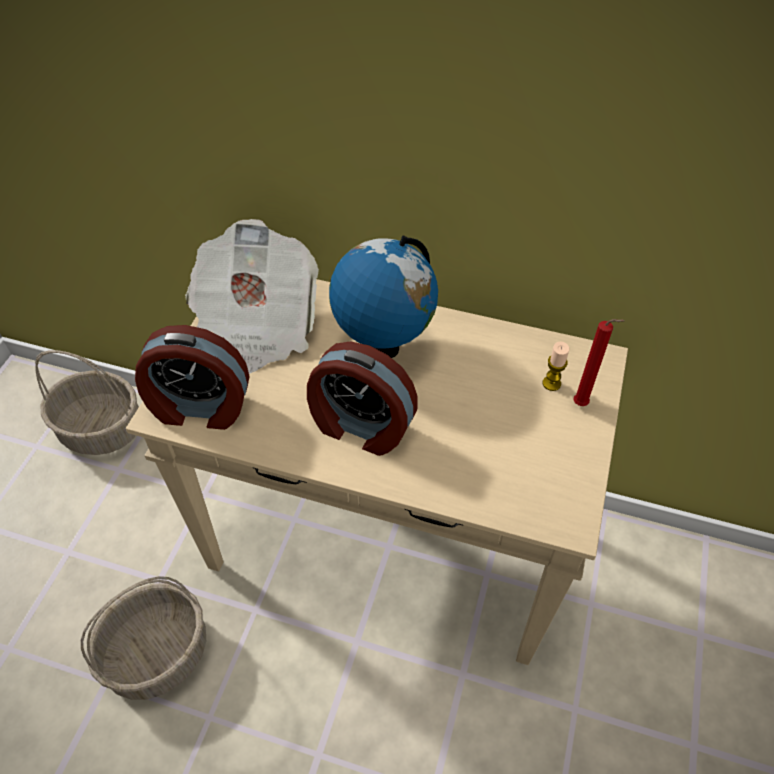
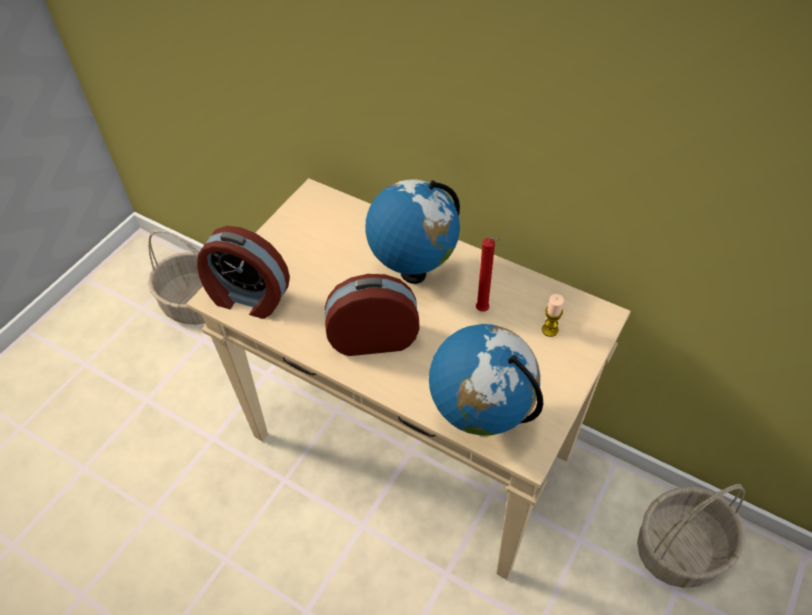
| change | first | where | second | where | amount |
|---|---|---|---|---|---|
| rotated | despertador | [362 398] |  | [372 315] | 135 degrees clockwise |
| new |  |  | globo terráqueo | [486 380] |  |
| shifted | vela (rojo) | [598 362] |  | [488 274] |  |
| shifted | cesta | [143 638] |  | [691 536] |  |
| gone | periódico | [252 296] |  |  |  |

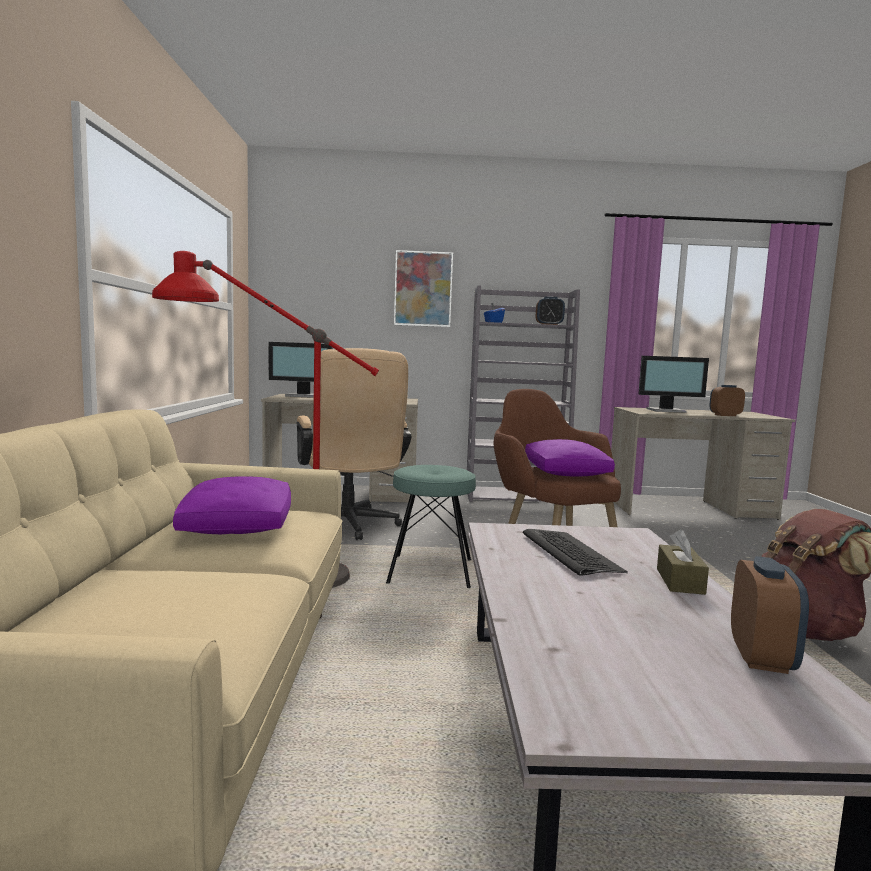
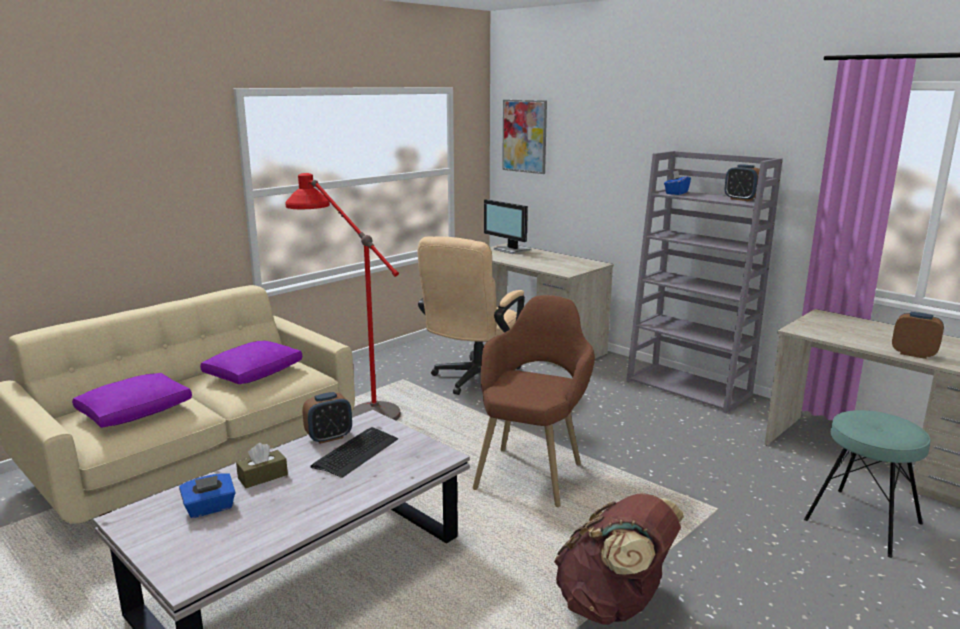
| change | first | where | second | where | amount |
|---|---|---|---|---|---|
| shifted | cojín (morado) | [570 457] |  | [132 400] |  |
| new |  |  | caja de pañuelos (azul) | [207 495] |  |
| shifted | caja de pañuelos (marrón) | [683 562] |  | [262 465] |  |
| shifted | despertador | [770 615] |  | [327 418] |  |
| shifted | cuadro | [423 288] |  | [524 137] |  |
| shifted | taburete (turquesa) | [431 526] |  | [867 484] |  |
| gone | monitor | [673 384] |  |  |  |

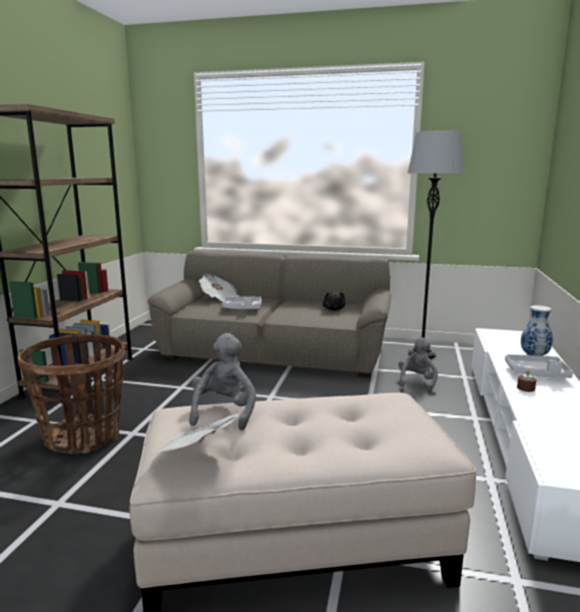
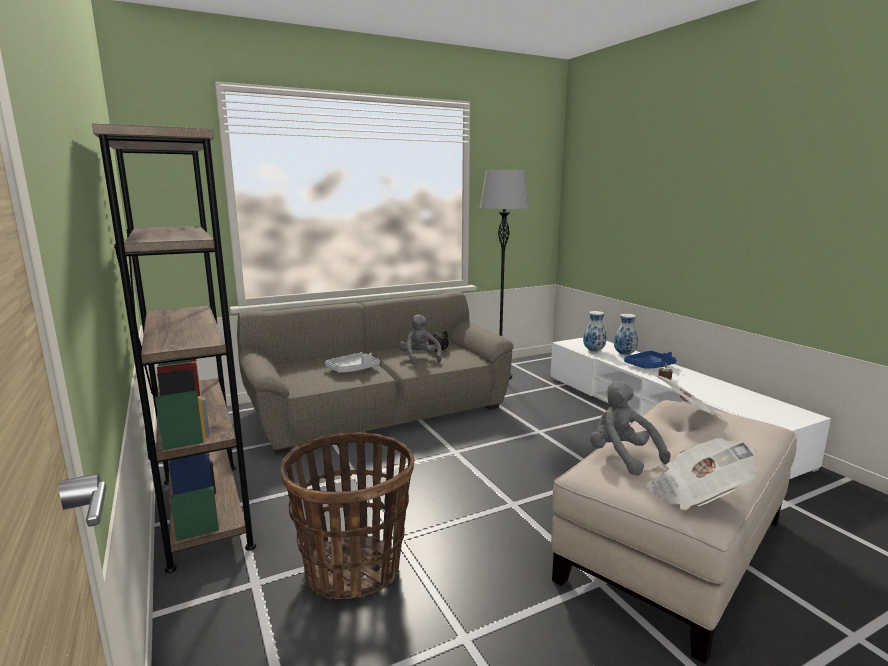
| change | first | where | second | where | amount |
|---|---|---|---|---|---|
| shifted | peluche (gris) | [418 364] |  | [420 339] |  |
| new |  |  | florero | [595 331] |  |
| repainted | bandeja (gris) | [539 366] | bandeja (azul) | [650 359] |  |
| shifted | periódico | [219 288] |  | [690 397] |  |

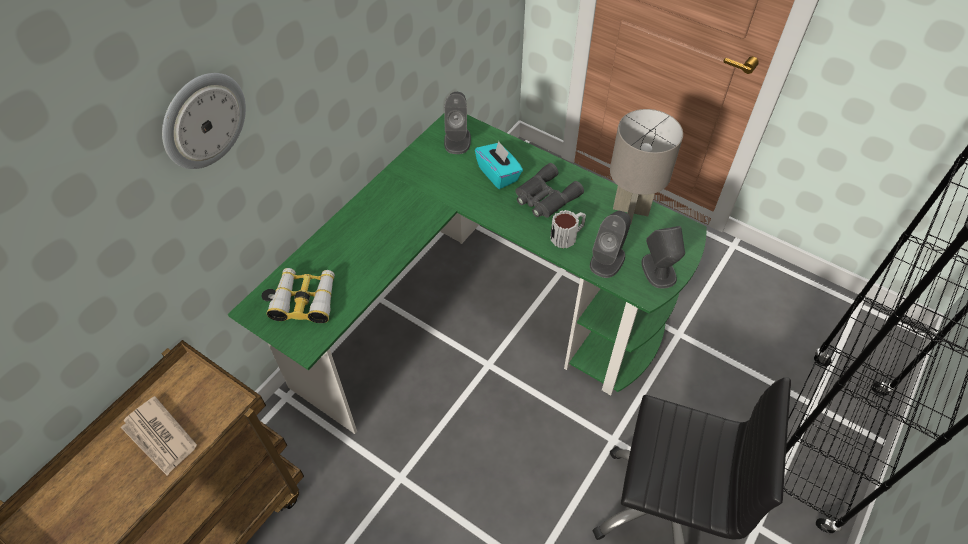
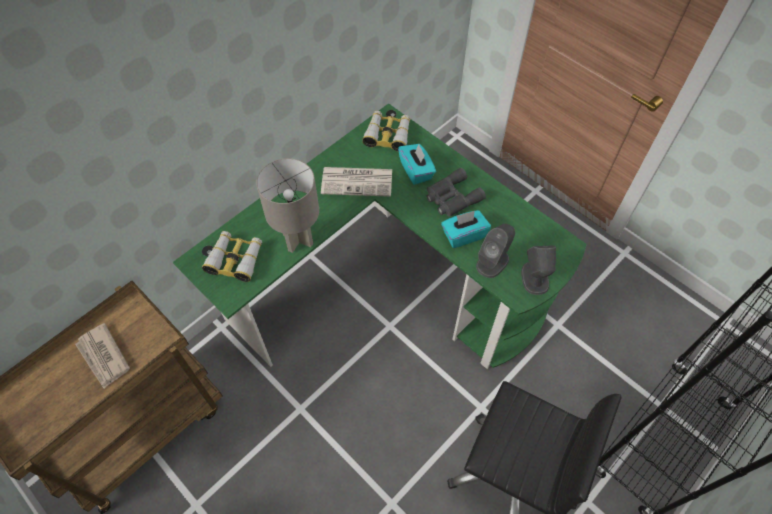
| change | first | where | second | where | amount |
|---|---|---|---|---|---|
| shifted | lámpara de mesa (gris) | [646 166] |  | [287 205] |  |
| new |  |  | periódico | [356 182] |  |
| swapped | altavoz (gris) | [457 123] | prismáticos | [386 131] |  |
| swapped | taza grande | [568 229] | caja de pañuelos (turquesa) | [466 229] |  |
| gone | reloj de pared | [204 121] |  |  |  |

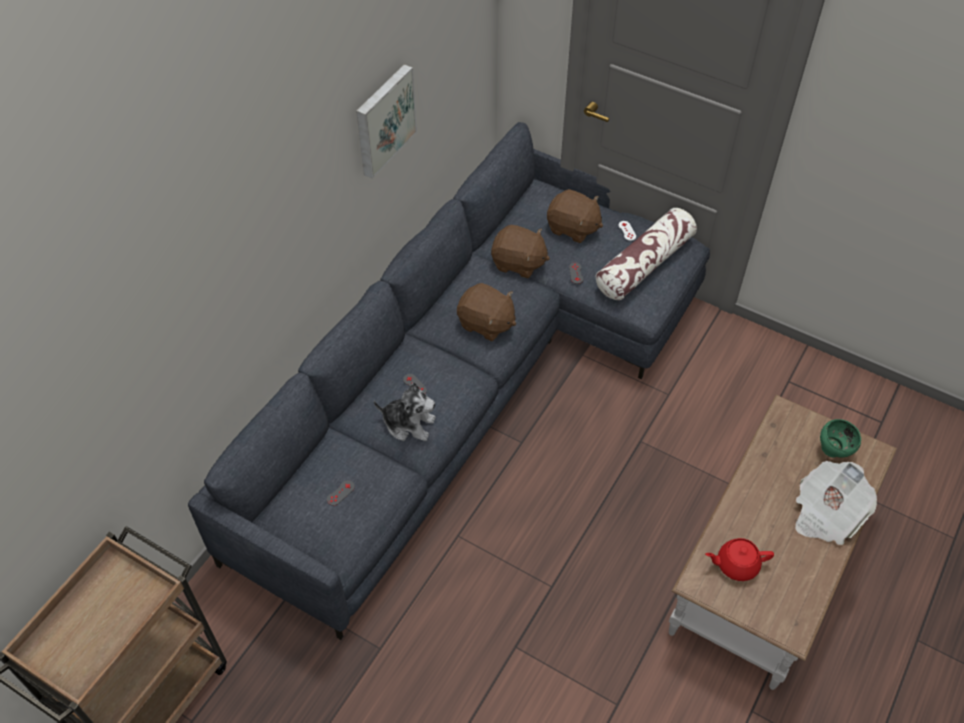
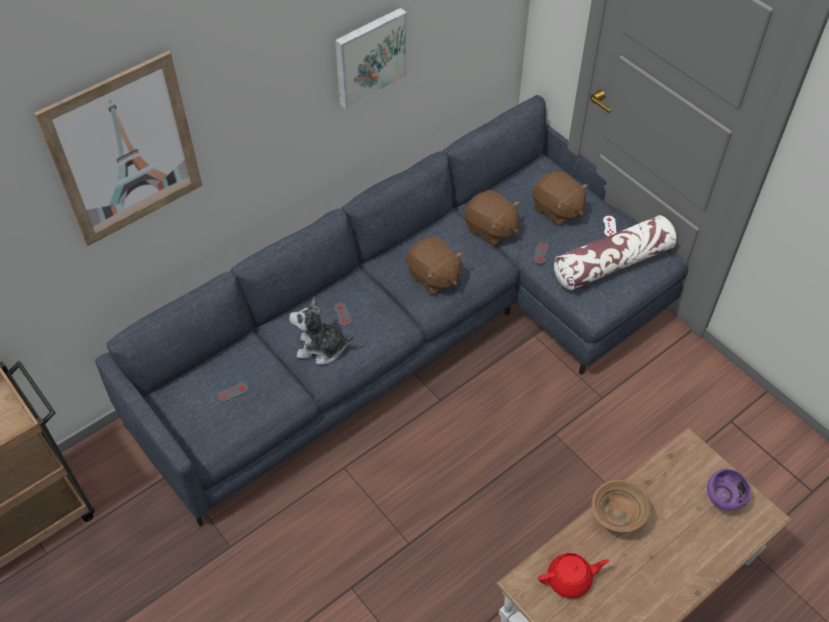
| change | first | where | second | where | amount |
|---|---|---|---|---|---|
| new |  |  | cuadro | [118 148] |  |
| rotated | peluche | [405 412] |  | [321 331] | 150 degrees clockwise |
| rotated | tetera (rojo) | [739 559] |  | [573 575] | 150 degrees clockwise |
| new |  |  | cuenco (marrón) | [621 506] |  |
| repainted | cuenco (verde) | [840 438] | cuenco (morado) | [729 490] |  |
| gone | periódico | [836 503] |  |  |  |

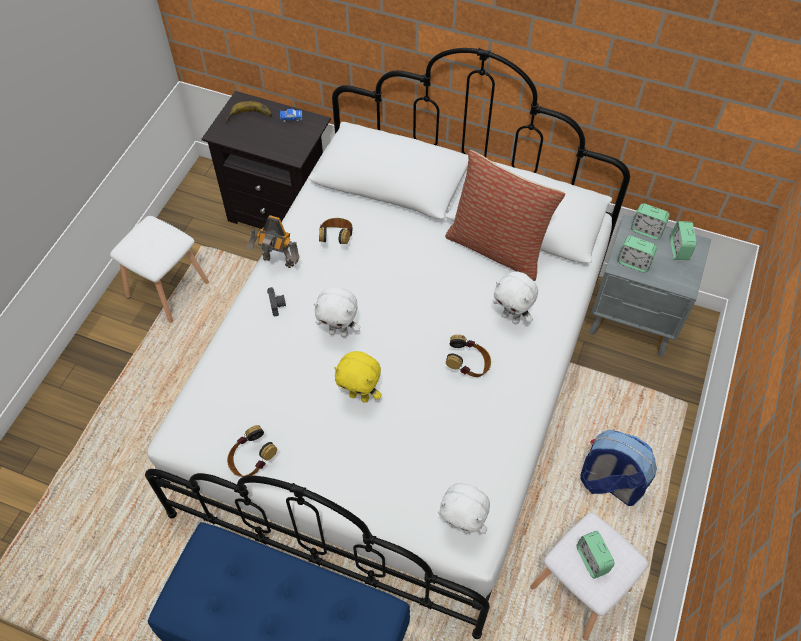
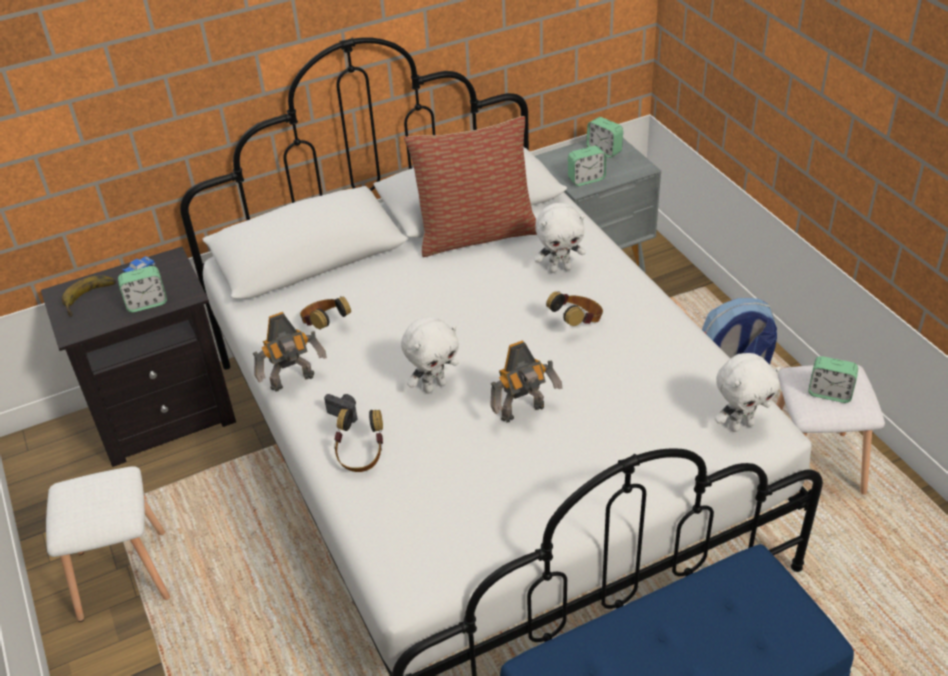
| change | first | where | second | where | amount |
|---|---|---|---|---|---|
| shifted | despertador | [650 221] |  | [142 289] |  |
| shifted | auriculares | [252 451] |  | [358 440] |  |
| swapped | peluche (amarillo) | [358 377] | robot de juguete | [526 381] |  |

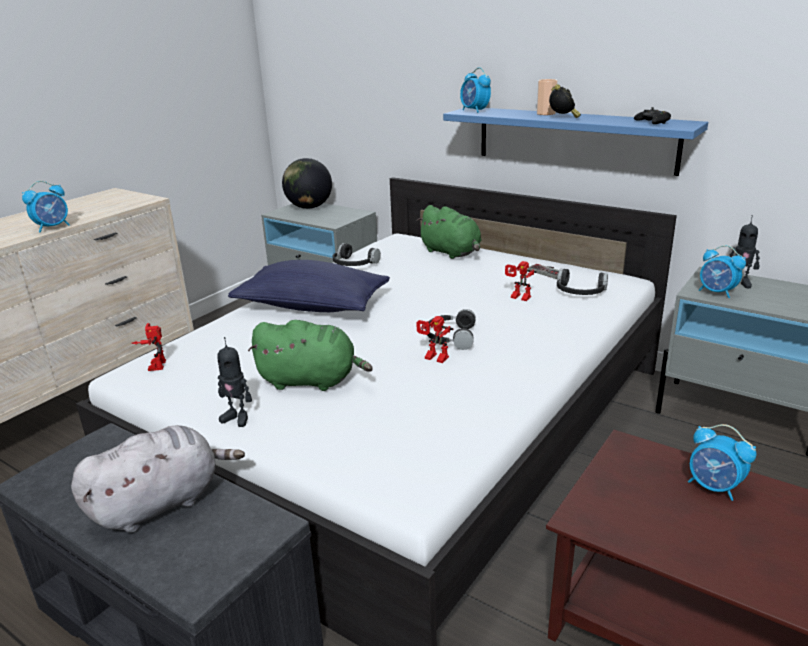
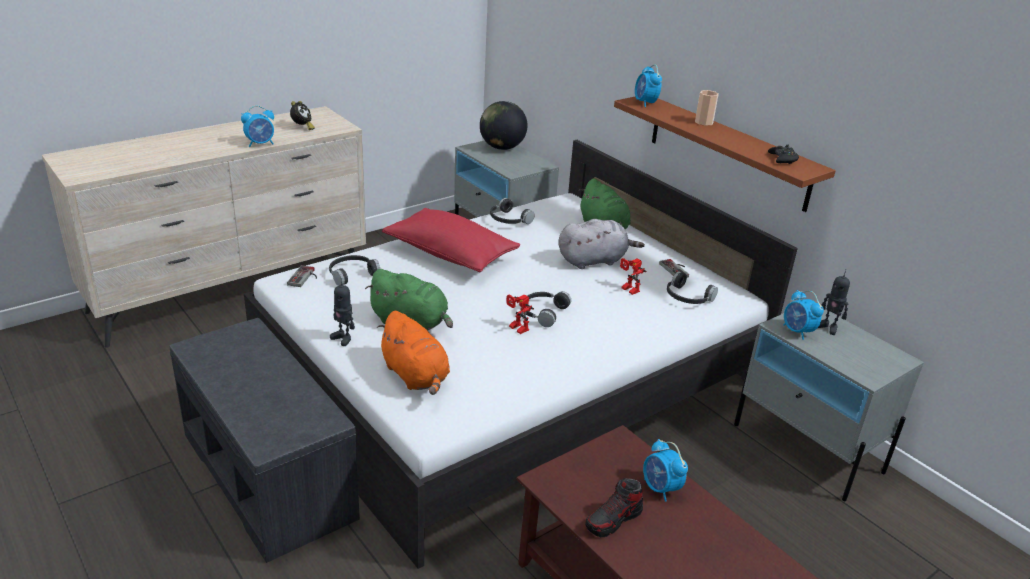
| change | first | where | second | where | amount |
|---|---|---|---|---|---|
| swapped | robot de juguete | [149 347] | mando de consola | [302 276] |  |
| shifted | despertador | [565 101] |  | [302 115] |  |
| new |  |  | auriculares (negro) | [354 270] |  |
| new |  |  | peluche (naranja) | [413 353] |  |
| repainted | cojín (azul) | [309 286] | cojín (rojo) | [451 240] |  |
| shifted | peluche (gris) | [158 479] |  | [602 244] |  |
| new |  |  | zapato | [614 507] |  |
| repainted | estante (azul) | [575 141] | estante (marrón) | [725 154] |  |

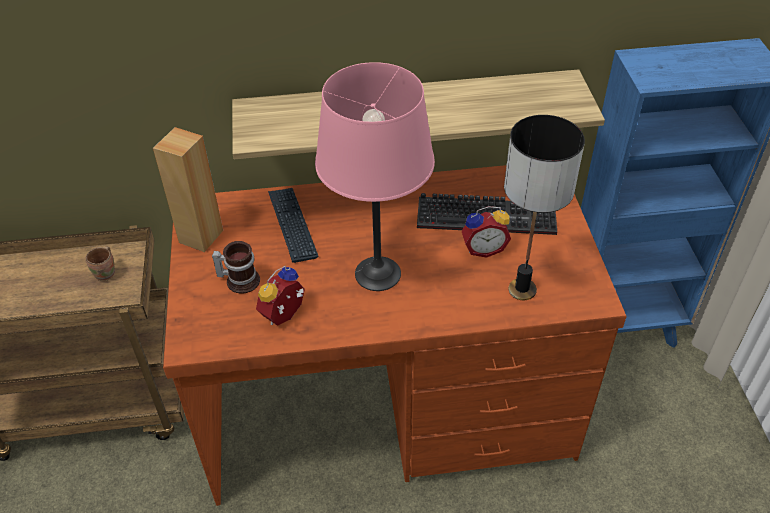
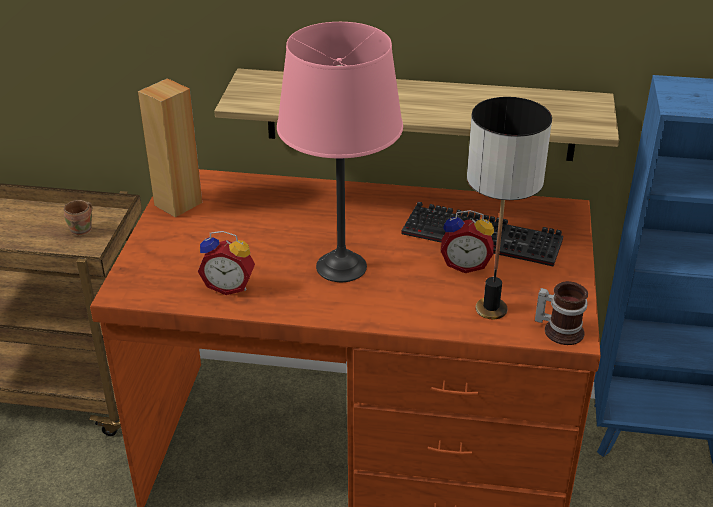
| change | first | where | second | where | amount |
|---|---|---|---|---|---|
| rotated | despertador | [280 295] |  | [226 263] | 135 degrees counterclockwise |
| shifted | taza grande | [236 267] |  | [561 313] |  |
| gone | teclado | [293 225] |  |  |  |

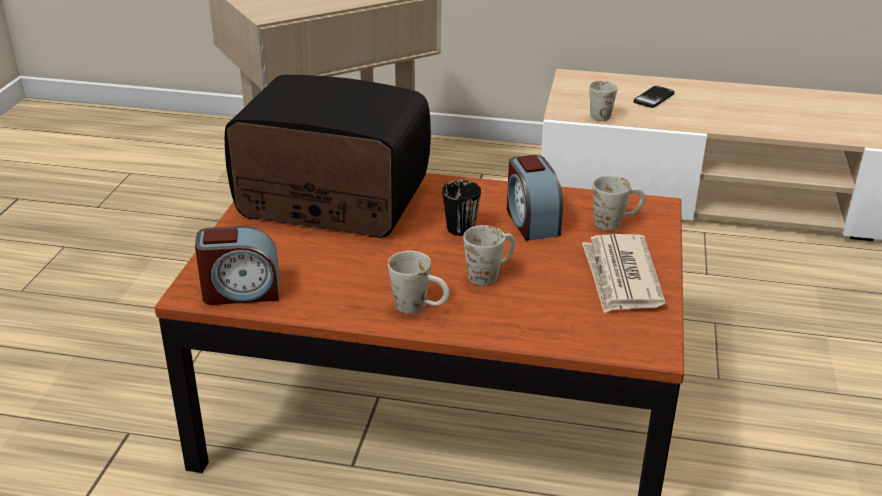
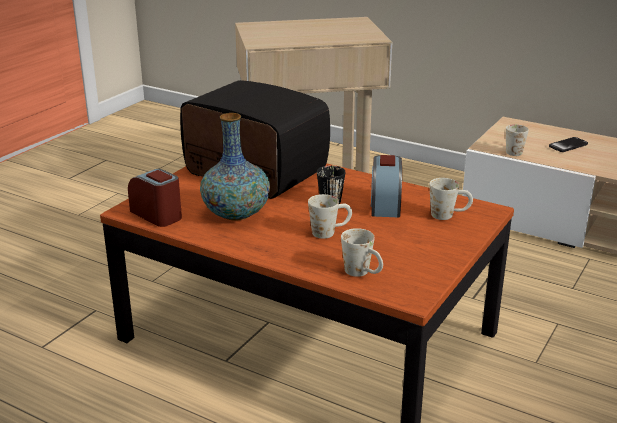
| change | first | where | second | where | amount |
|---|---|---|---|---|---|
| rotated | despertador | [237 265] |  | [155 198] | 150 degrees counterclockwise |
| new |  |  | florero | [235 167] |  |
| shifted | taza grande (blanco) | [419 282] |  | [362 252] |  |
| gone | periódico | [624 273] |  |  |  |

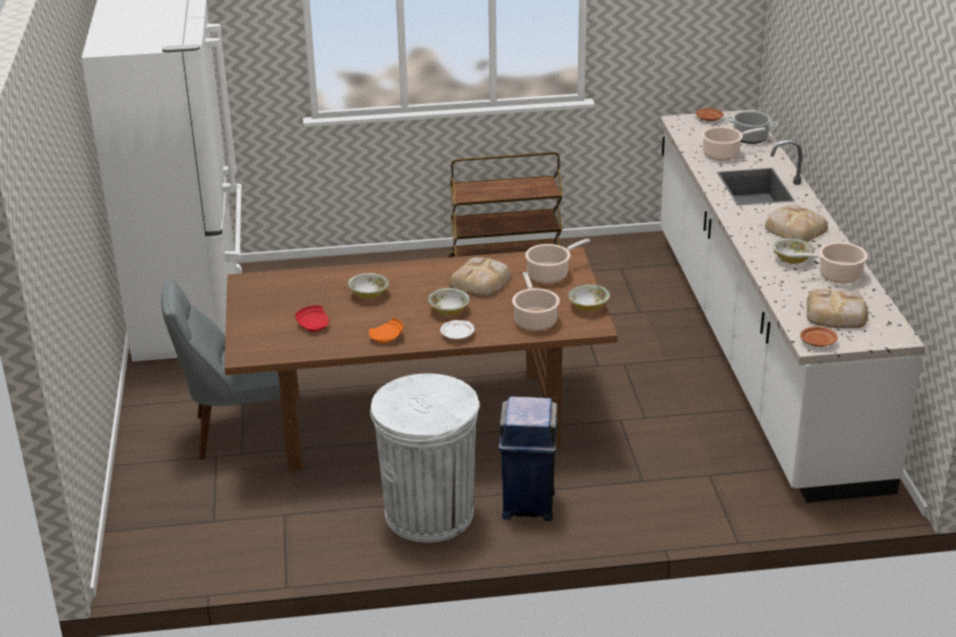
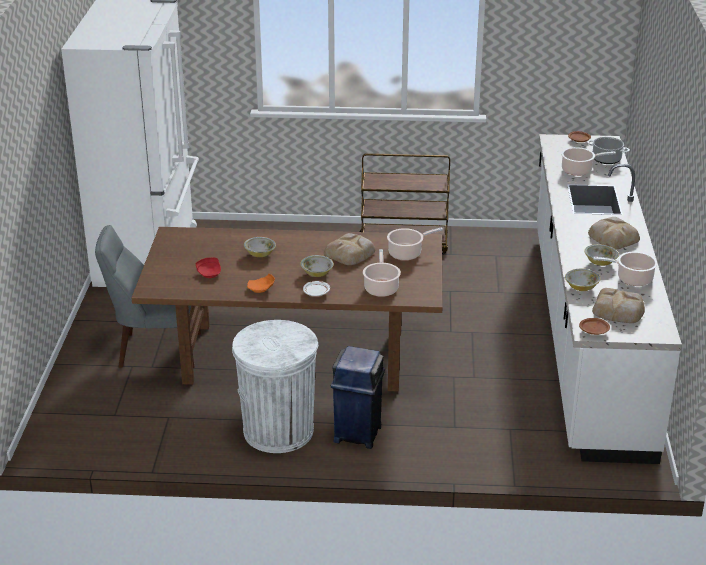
| change | first | where | second | where | amount |
|---|---|---|---|---|---|
| shifted | cuenco | [589 297] |  | [583 280] |  |

